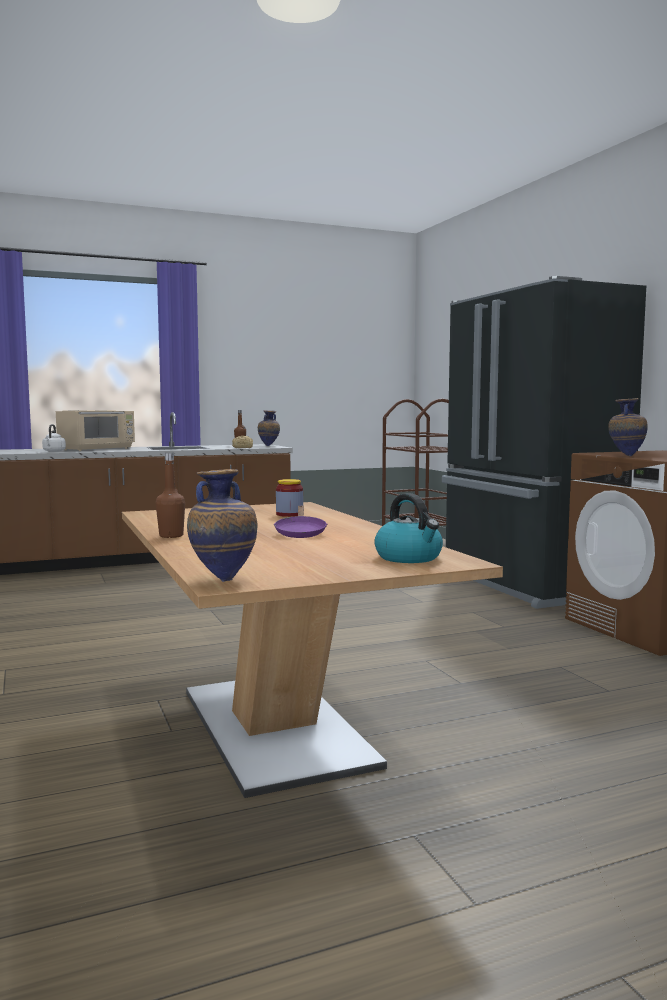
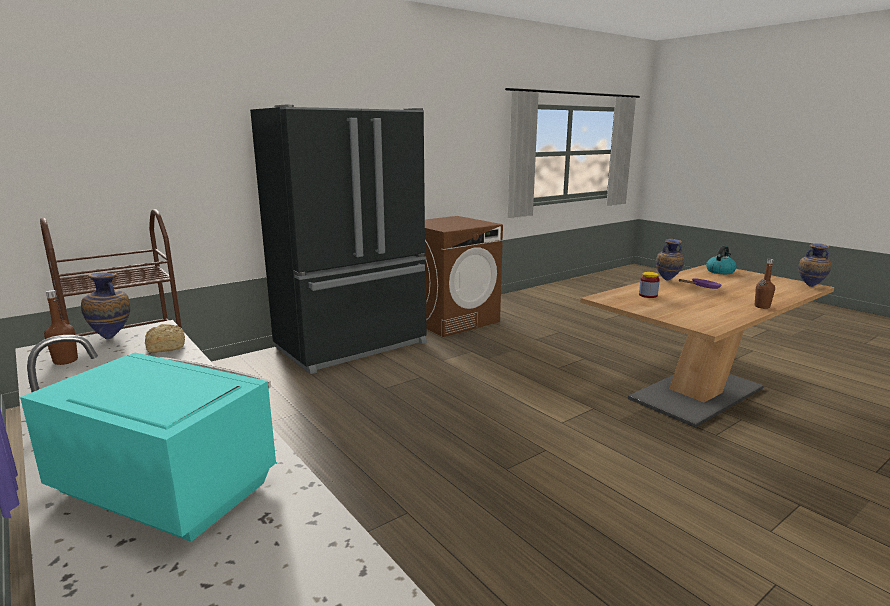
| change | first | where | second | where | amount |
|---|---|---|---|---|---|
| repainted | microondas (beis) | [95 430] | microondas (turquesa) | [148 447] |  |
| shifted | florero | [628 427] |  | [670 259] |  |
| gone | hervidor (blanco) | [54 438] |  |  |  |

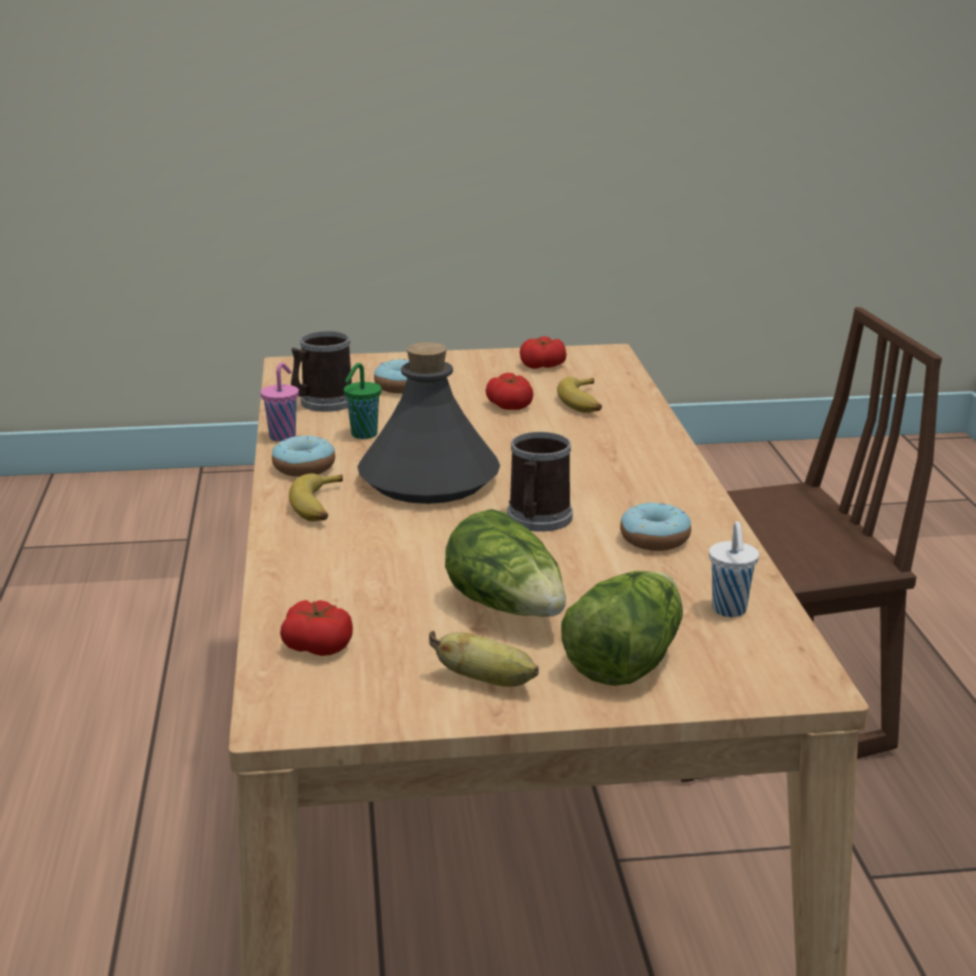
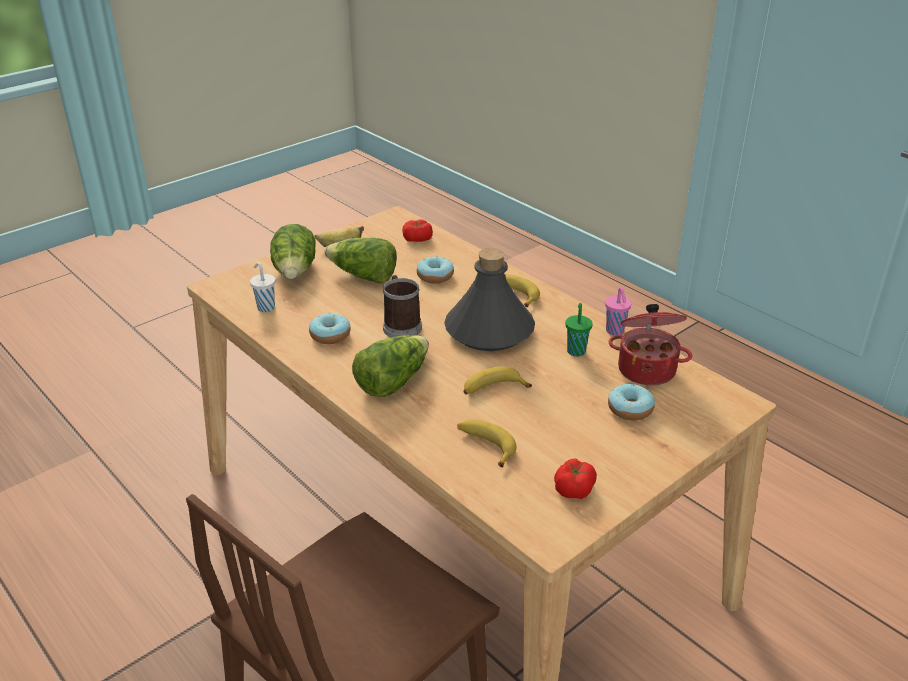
| change | first | where | second | where | amount |
|---|---|---|---|---|---|
| new |  |  | lechuga | [390 366] |  |
| shifted | rosquilla | [303 456] |  | [435 269] |  |
| new |  |  | plátano | [497 380] |  |
| swapped | taza grande | [321 371] | olla | [650 345] |  |
| gone | tomate | [509 391] |  |  |  |

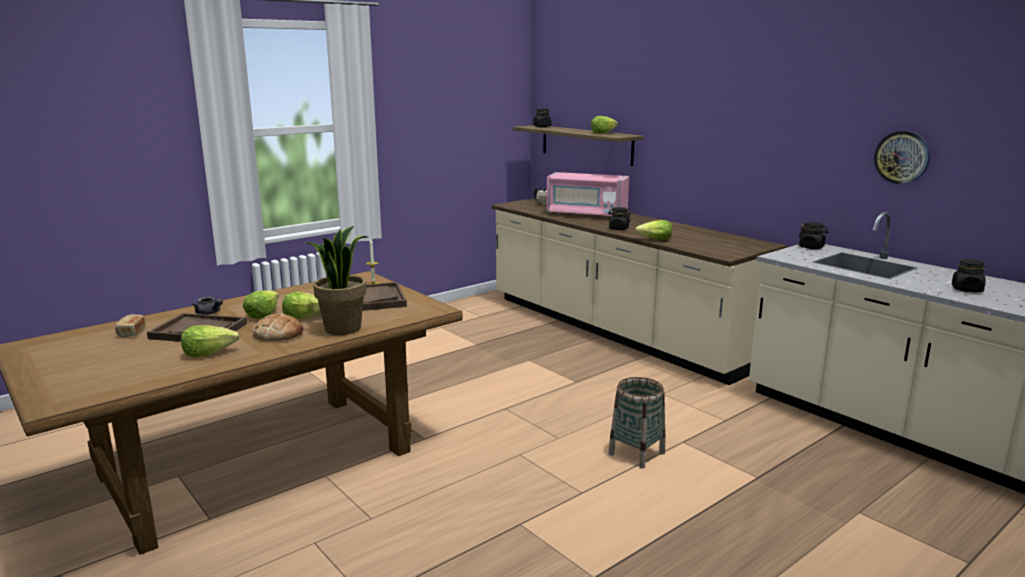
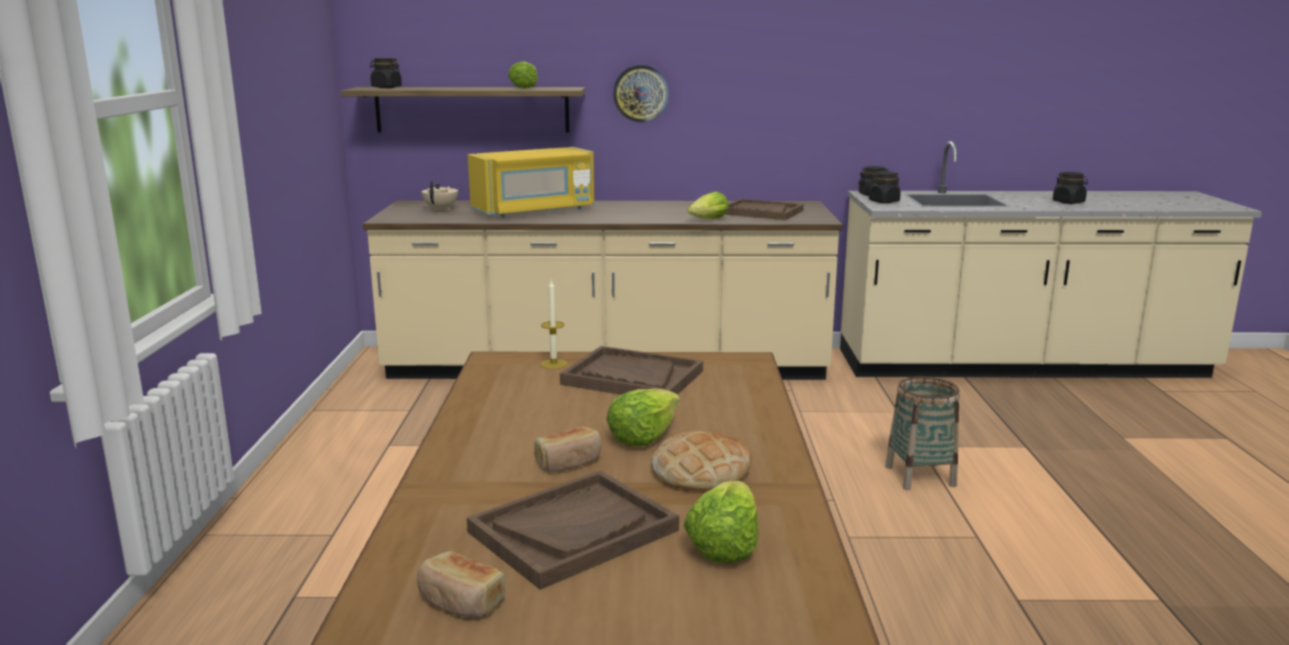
| change | first | where | second | where | amount |
|---|---|---|---|---|---|
| repainted | microondas (rosa) | [587 194] | microondas (amarillo) | [531 182] |  |
| swapped | lechuga | [261 304] | pan | [567 449] |  |
| shifted | reloj de pared | [902 157] |  | [641 94] |  |
| new |  |  | bandeja (marrón) | [764 209] |  |
| shifted | tarro (negro) | [619 218] |  | [885 187] |  |
| gone | tetera (gris) | [208 306] |  |  |  |
| gone | planta en maceta | [336 280] |  |  |  |

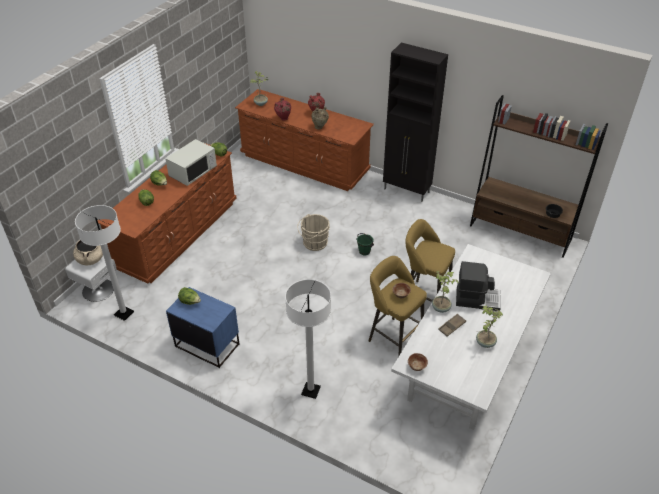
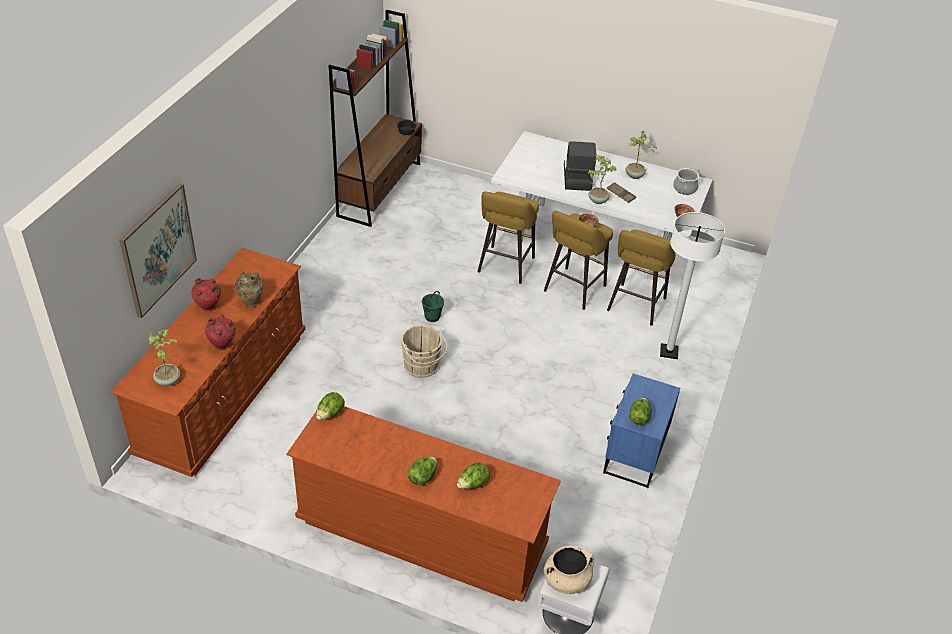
| change | first | where | second | where | amount |
|---|---|---|---|---|---|
| new |  |  | cuadro | [158 250] |  |
| new |  |  | taburete (amarillo) | [641 278] |  |
| new |  |  | olla | [686 181] |  |
| gone | lámpara de pie (blanco) | [104 263] |  |  |  |
| gone | microondas (blanco) | [191 162] |  |  |  |
| gone | armario (negro) | [415 122] |  |  |  |

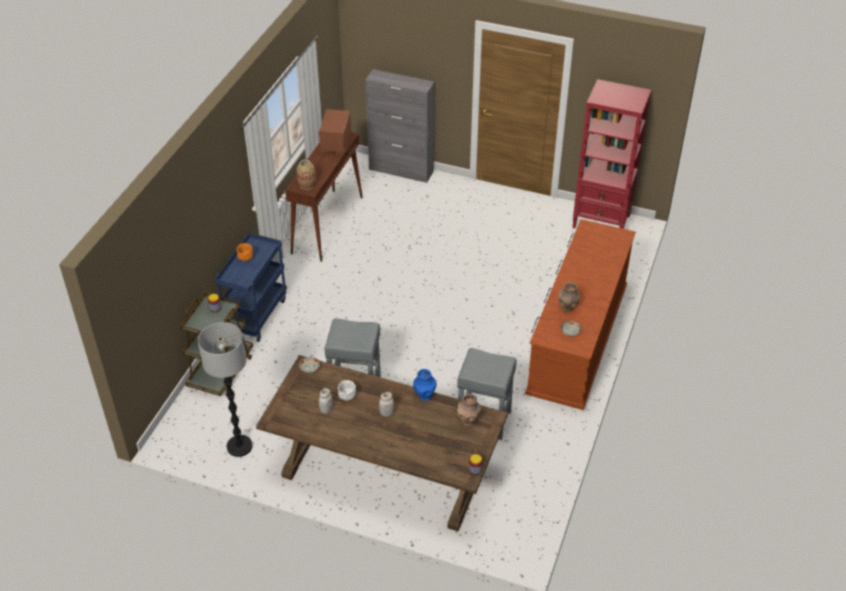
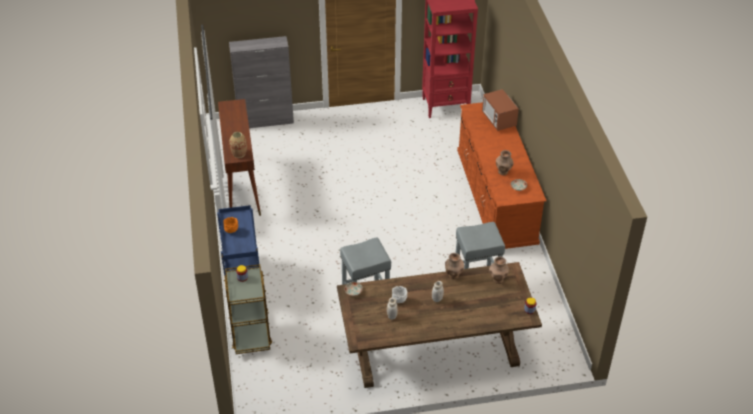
| change | first | where | second | where | amount |
|---|---|---|---|---|---|
| repainted | florero (azul) | [425 385] | florero (marrón) | [454 266] |  |
| shifted | microondas | [335 131] |  | [500 110] |  |
| gone | lámpara de pie | [225 390] |  |  |  |

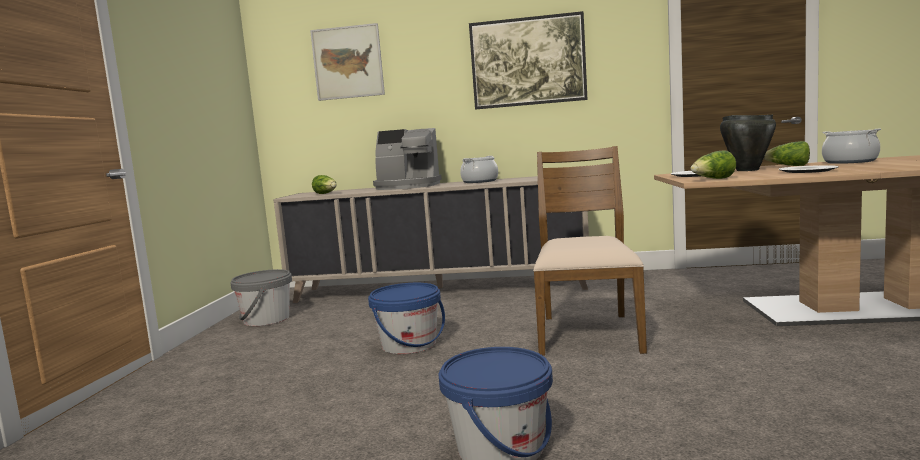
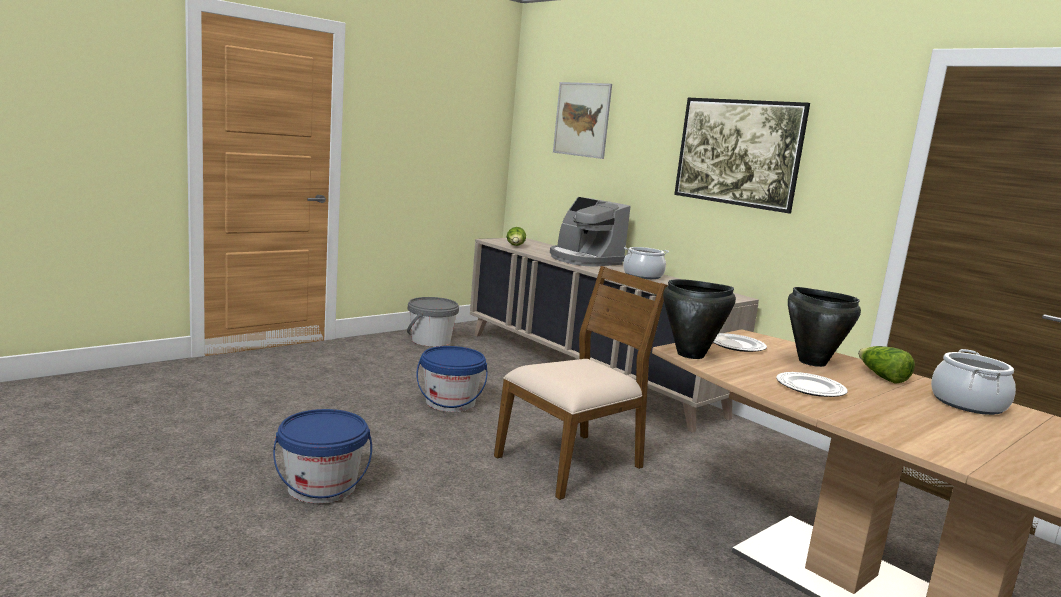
| change | first | where | second | where | amount |
|---|---|---|---|---|---|
| swapped | lechuga | [713 165] | olla (negro) | [699 319] |  |

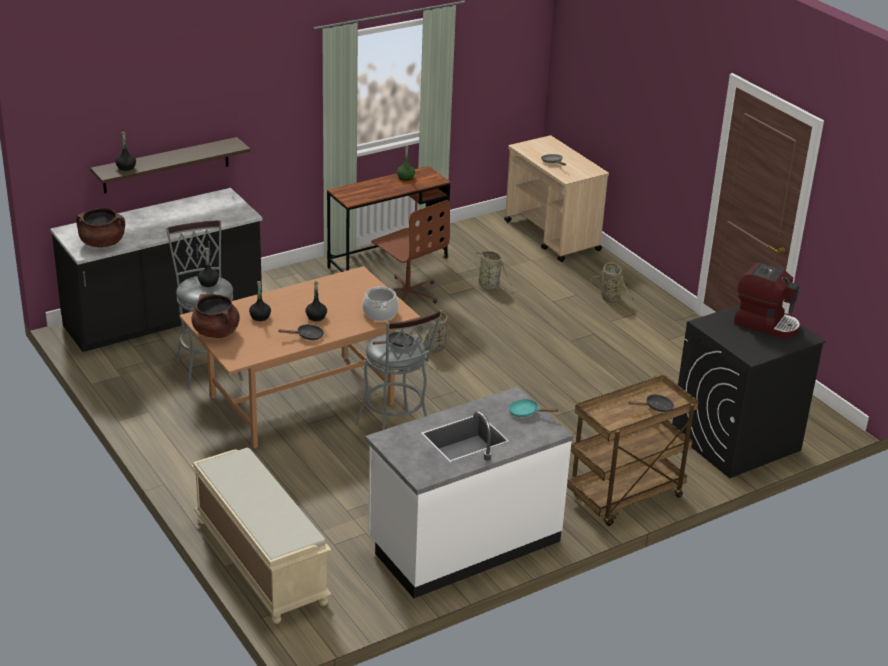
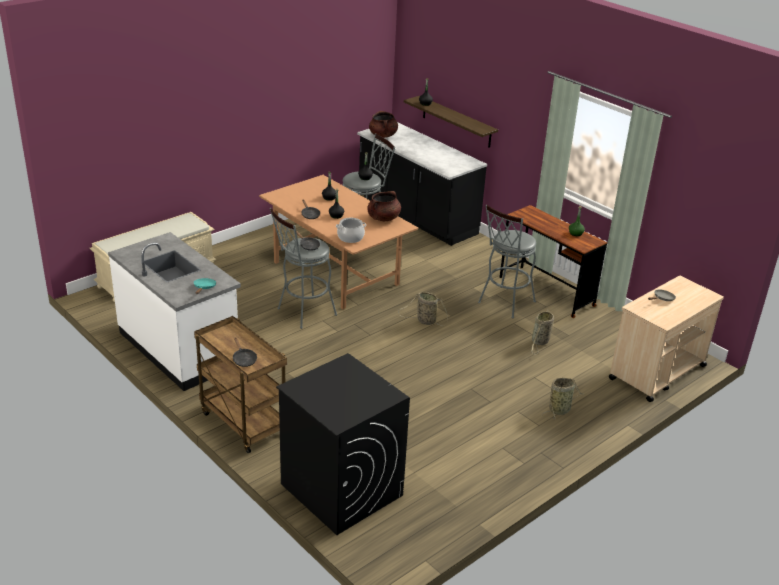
| change | first | where | second | where | amount |
|---|---|---|---|---|---|
| shifted | olla (marrón) | [215 316] |  | [384 206] |  |
| swapped | silla de oficina (marrón) | [410 252] | taburete (gris) | [507 261] |  |
| gone | cafetera | [767 300] |  |  |  |

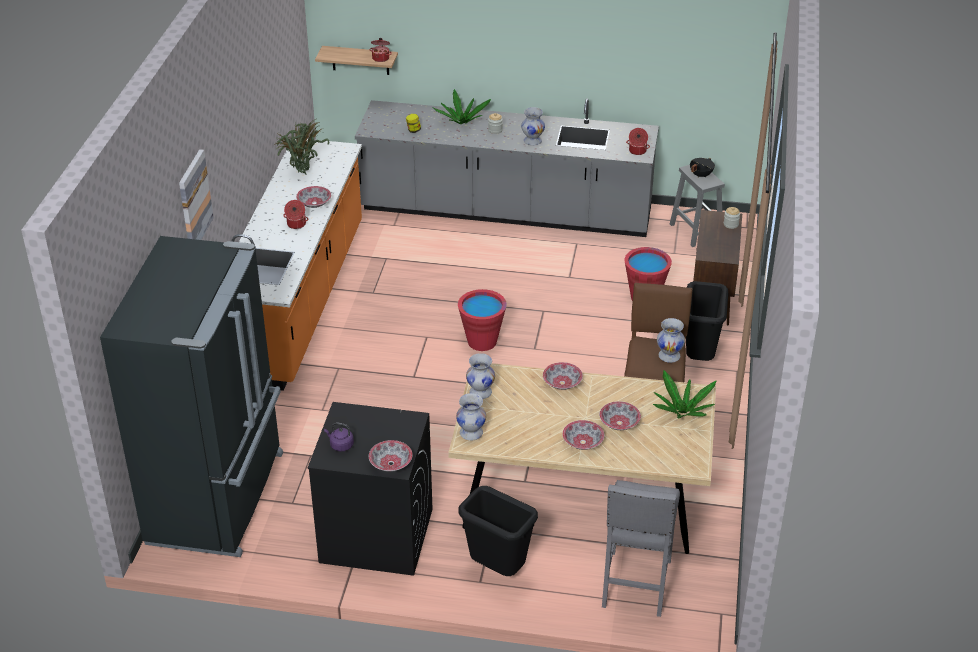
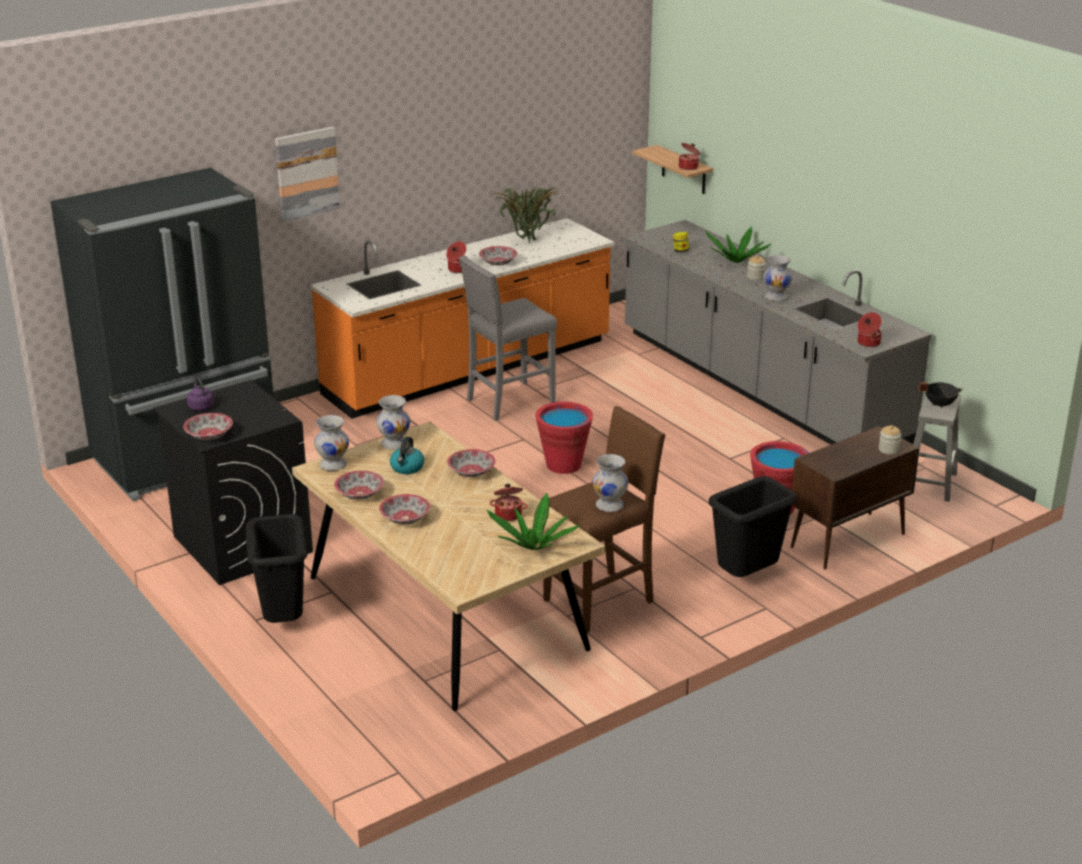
| change | first | where | second | where | amount |
|---|---|---|---|---|---|
| shifted | cuenco | [620 415] |  | [359 485] |  |
| new |  |  | hervidor | [407 455] |  |
| shifted | taburete (gris) | [641 548] |  | [508 338] |  |
| new |  |  | olla | [508 502] |  |

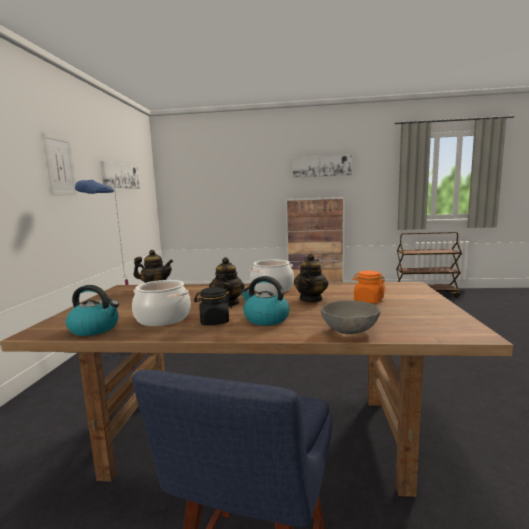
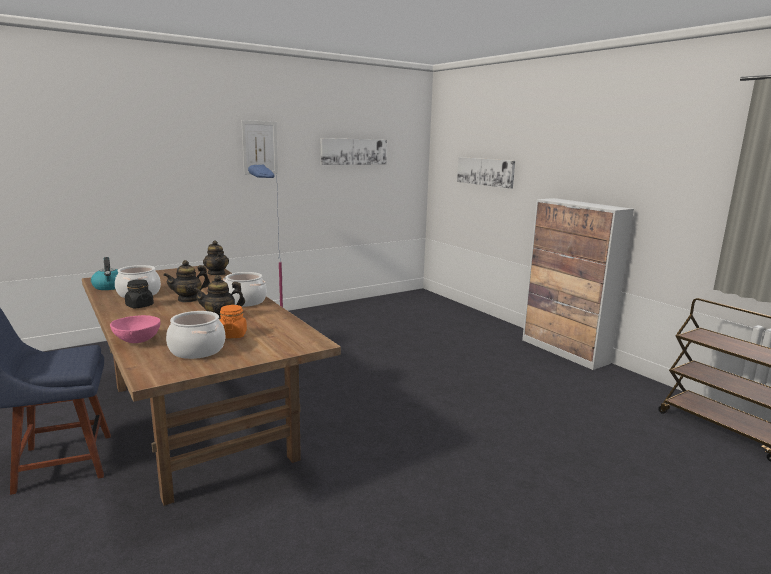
| change | first | where | second | where | amount |
|---|---|---|---|---|---|
| repainted | cuenco (gris) | [350 317] | cuenco (rosa) | [135 329] |  |
| new |  |  | olla | [195 335] |  |
| shifted | cuadro | [322 166] |  | [486 173] |  |
| gone | hervidor | [265 300] |  |  |  |

